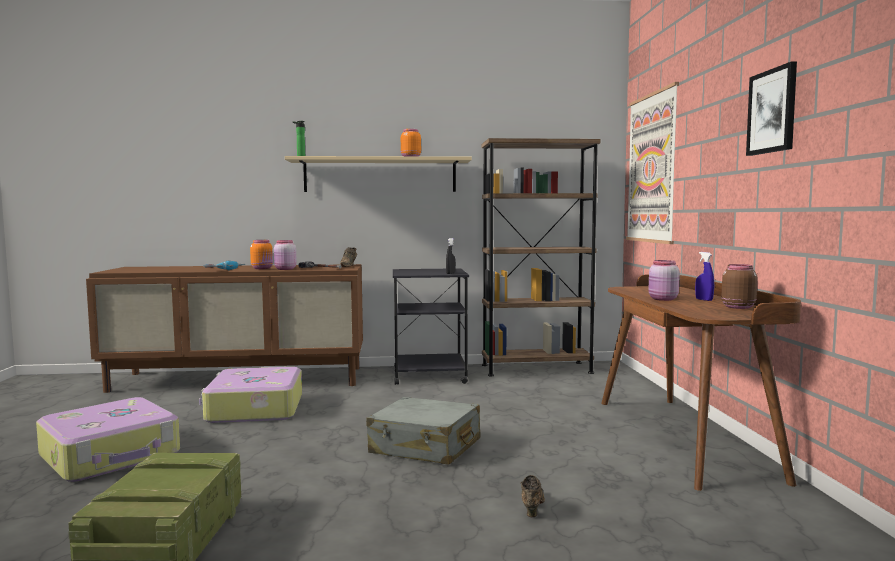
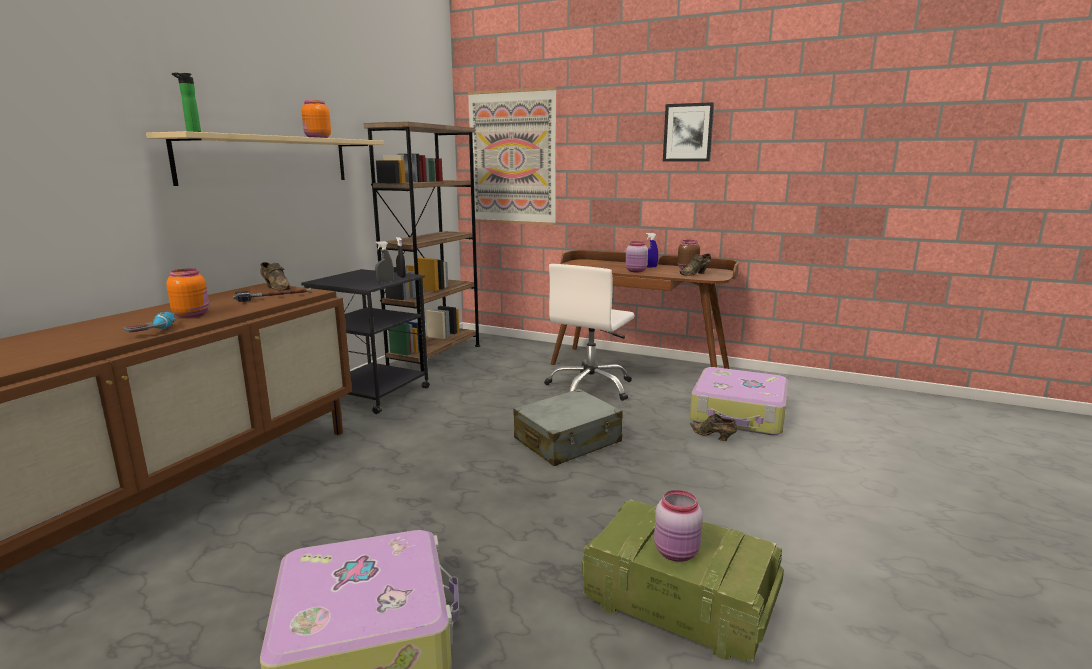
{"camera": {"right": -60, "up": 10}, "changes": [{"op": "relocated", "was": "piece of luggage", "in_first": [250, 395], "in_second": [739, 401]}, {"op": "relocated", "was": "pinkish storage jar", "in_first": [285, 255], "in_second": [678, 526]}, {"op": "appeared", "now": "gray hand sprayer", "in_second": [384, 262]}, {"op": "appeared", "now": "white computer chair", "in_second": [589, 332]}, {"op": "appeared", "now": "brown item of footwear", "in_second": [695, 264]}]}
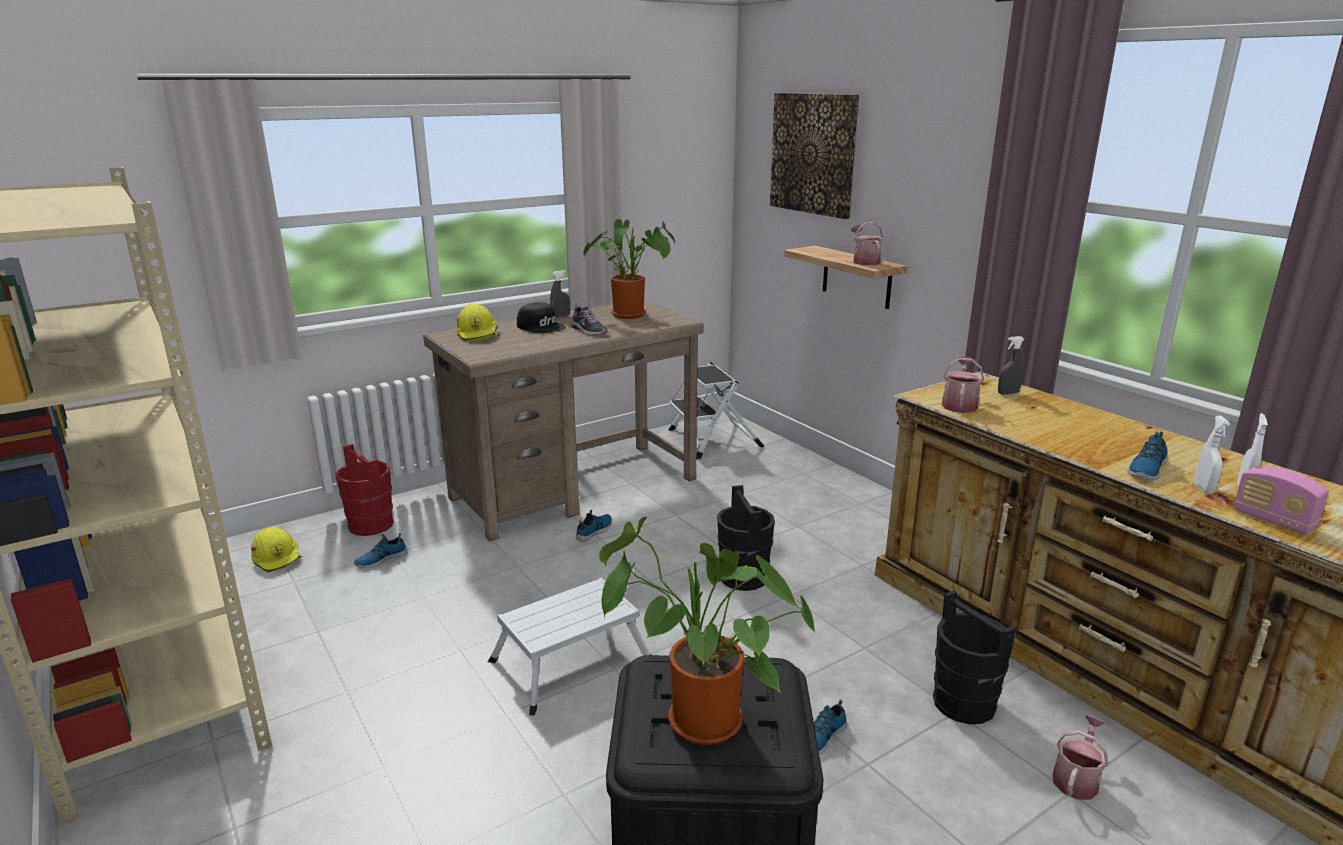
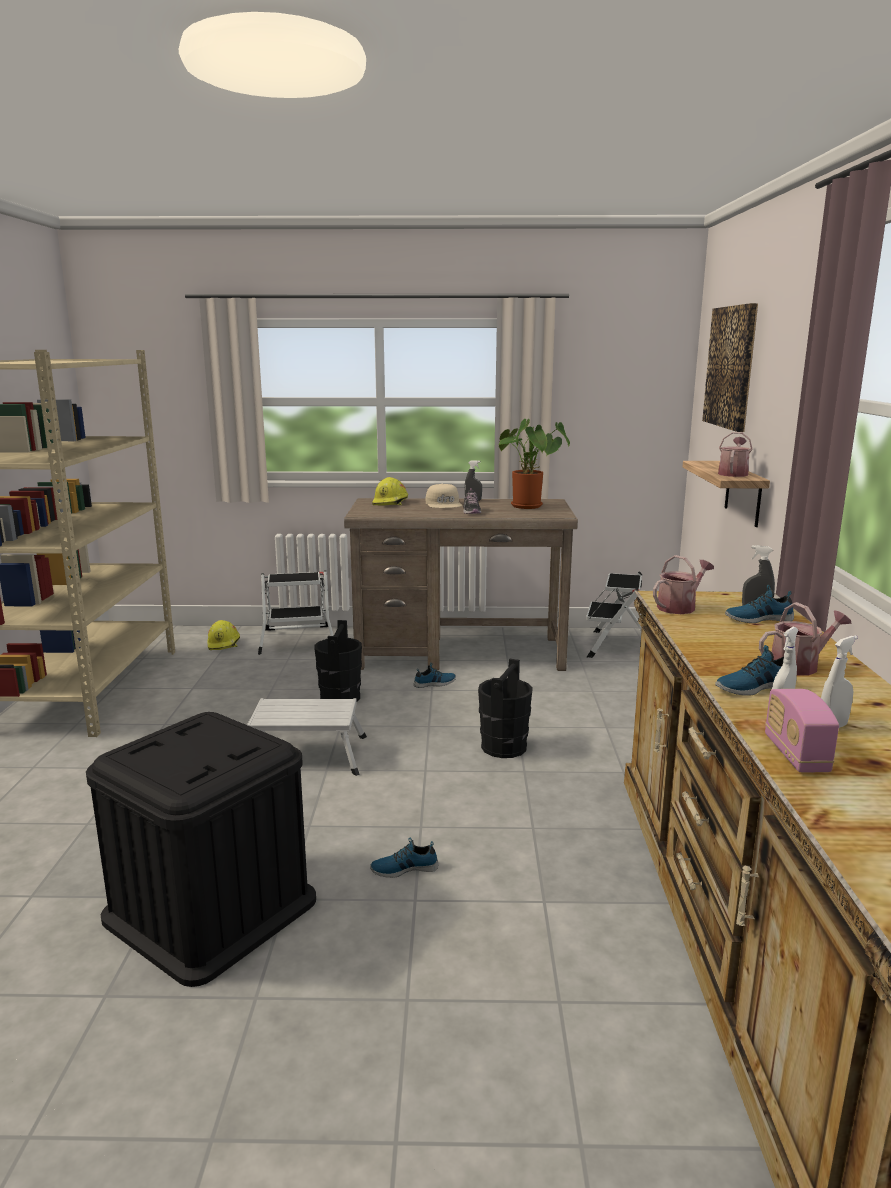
{"camera": {"right": 35, "up": -5}, "changes": [{"op": "exchanged", "was": "red bucket", "now": "stepladder", "in_first": [365, 490], "in_second": [296, 612]}, {"op": "relocated", "was": "item of footwear", "in_first": [380, 550], "in_second": [759, 604]}, {"op": "colour", "was": "blackish cap", "now": "beige cap", "in_first": [541, 317], "in_second": [444, 496]}, {"op": "missing", "was": "potted plant", "in_first": [707, 630]}, {"op": "relocated", "was": "blackish bucket", "in_first": [974, 657], "in_second": [338, 660]}, {"op": "relocated", "was": "watering can", "in_first": [1080, 757], "in_second": [805, 638]}]}
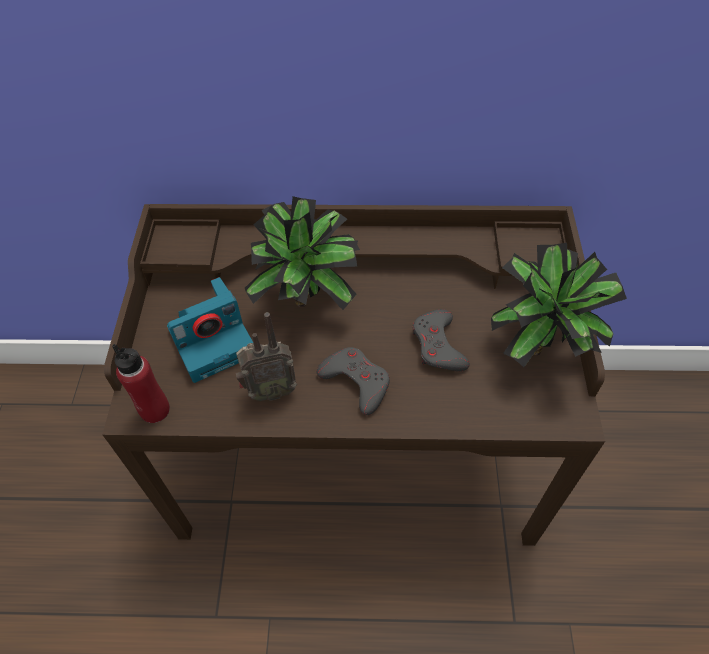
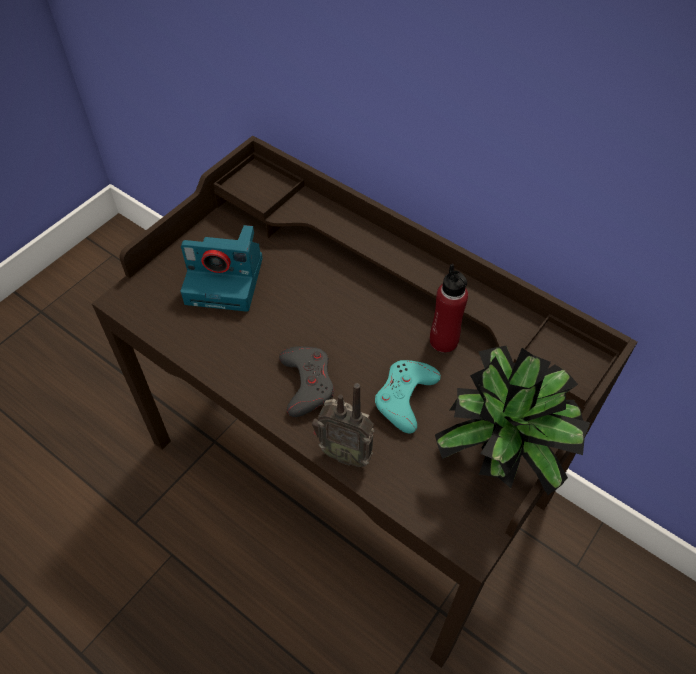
{"camera": {"right": 35, "up": 0}, "changes": [{"op": "relocated", "was": "red bottle", "in_first": [141, 383], "in_second": [449, 308]}, {"op": "relocated", "was": "radio set", "in_first": [266, 356], "in_second": [343, 425]}, {"op": "missing", "was": "potted plant", "in_first": [302, 253]}, {"op": "colour", "was": "gray gamepad", "now": "turquoise-coloured gamepad", "in_first": [441, 340], "in_second": [408, 397]}]}
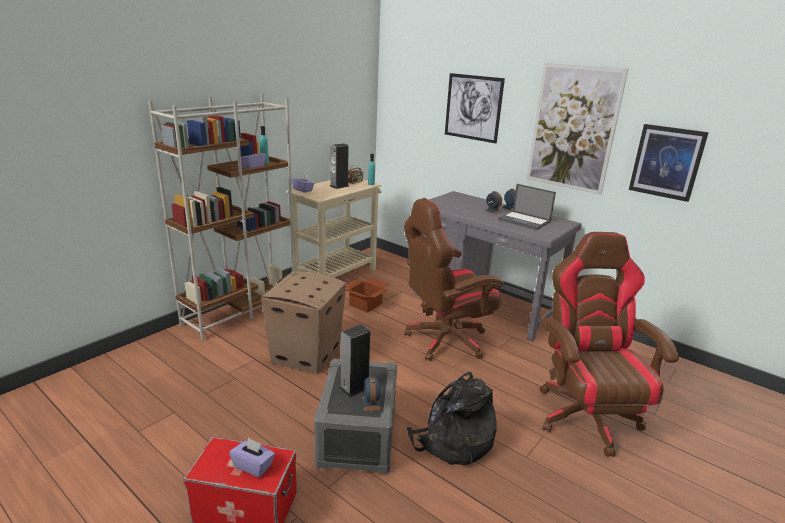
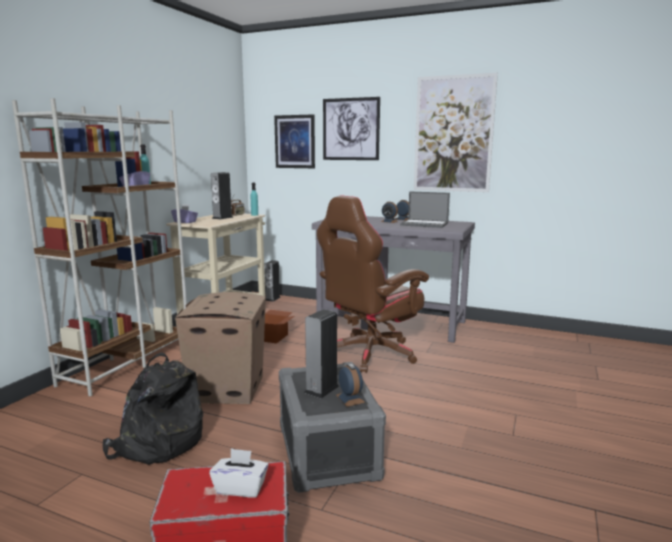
{"camera": {"right": -15, "up": -10}, "changes": [{"op": "colour", "was": "purple tissue box", "now": "white tissue box", "in_first": [252, 457], "in_second": [239, 472]}, {"op": "relocated", "was": "blackish rucksack", "in_first": [452, 418], "in_second": [153, 409]}, {"op": "missing", "was": "brown computer chair", "in_first": [609, 344]}, {"op": "relocated", "was": "picture", "in_first": [669, 163], "in_second": [294, 141]}, {"op": "appeared", "now": "loudspeaker", "in_second": [273, 281]}]}
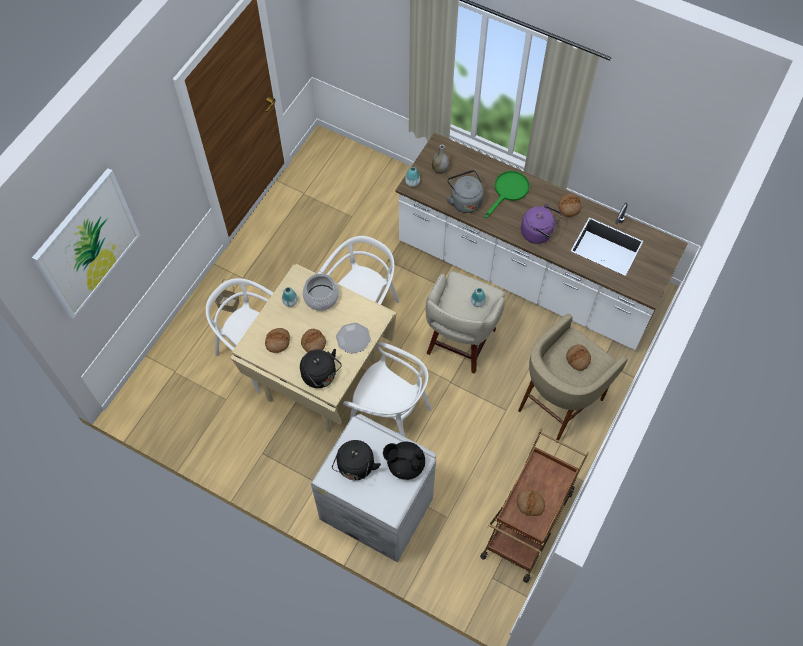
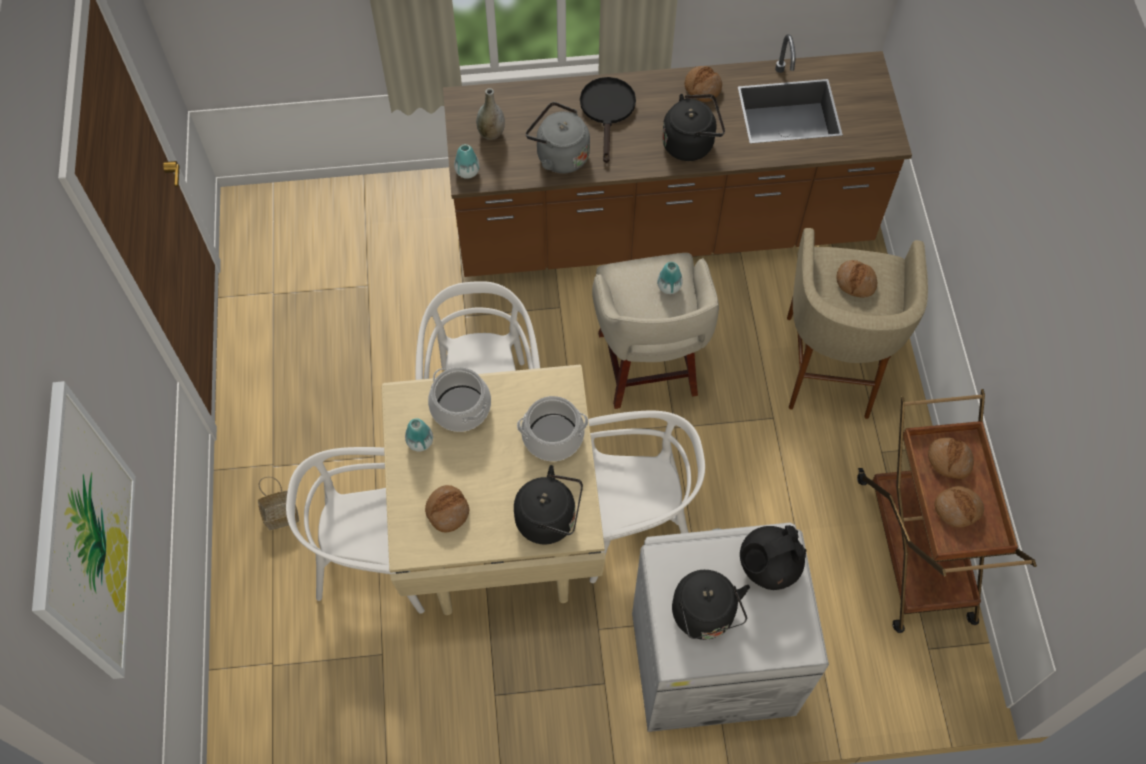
{"camera": {"right": -35, "up": 0}, "changes": [{"op": "relocated", "was": "bread", "in_first": [313, 341], "in_second": [951, 458]}, {"op": "exchanged", "was": "plate", "now": "cooking pot", "in_first": [353, 338], "in_second": [552, 428]}, {"op": "colour", "was": "white counter", "now": "brown counter", "in_first": [541, 241], "in_second": [677, 155]}, {"op": "colour", "was": "green-coloured pan", "now": "blackish pan", "in_first": [507, 194], "in_second": [608, 120]}, {"op": "colour", "was": "purple water kettle", "now": "blackish water kettle", "in_first": [541, 223], "in_second": [693, 127]}]}
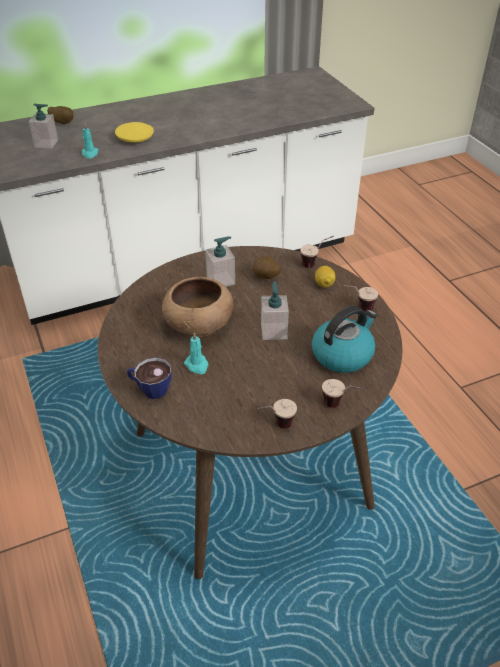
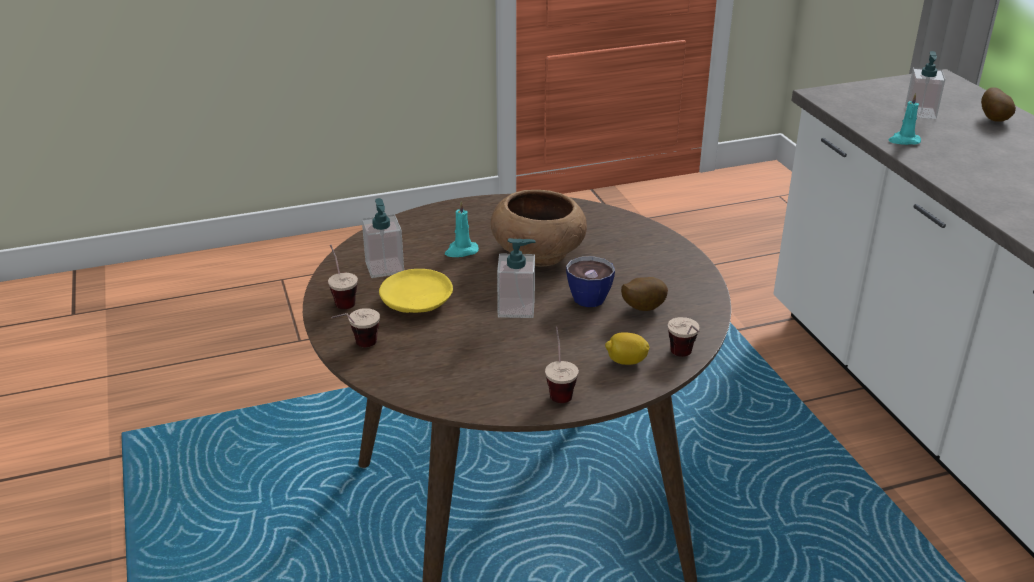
{"camera": {"right": 95, "up": -10}, "changes": [{"op": "relocated", "was": "yellowish plate", "in_first": [134, 132], "in_second": [416, 291]}, {"op": "relocated", "was": "cup", "in_first": [149, 378], "in_second": [590, 281]}, {"op": "relocated", "was": "liquid soap bottle", "in_first": [220, 261], "in_second": [383, 238]}, {"op": "missing", "was": "water kettle", "in_first": [344, 339]}]}
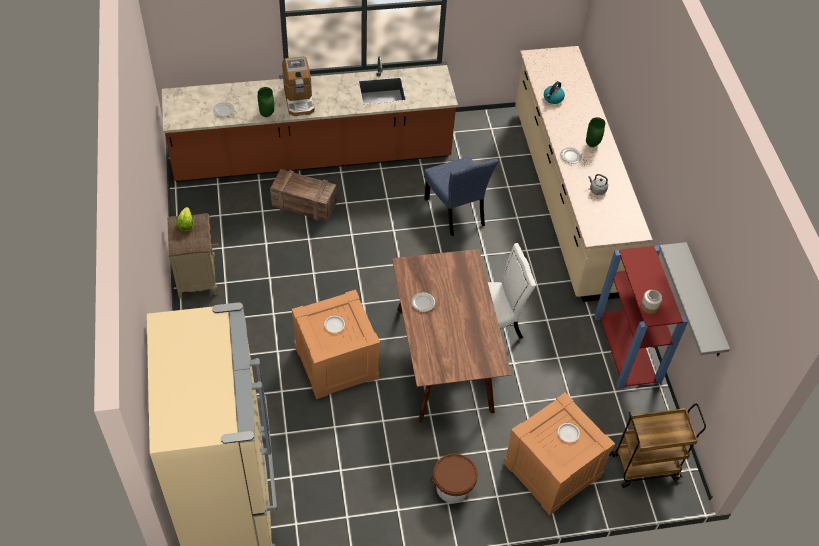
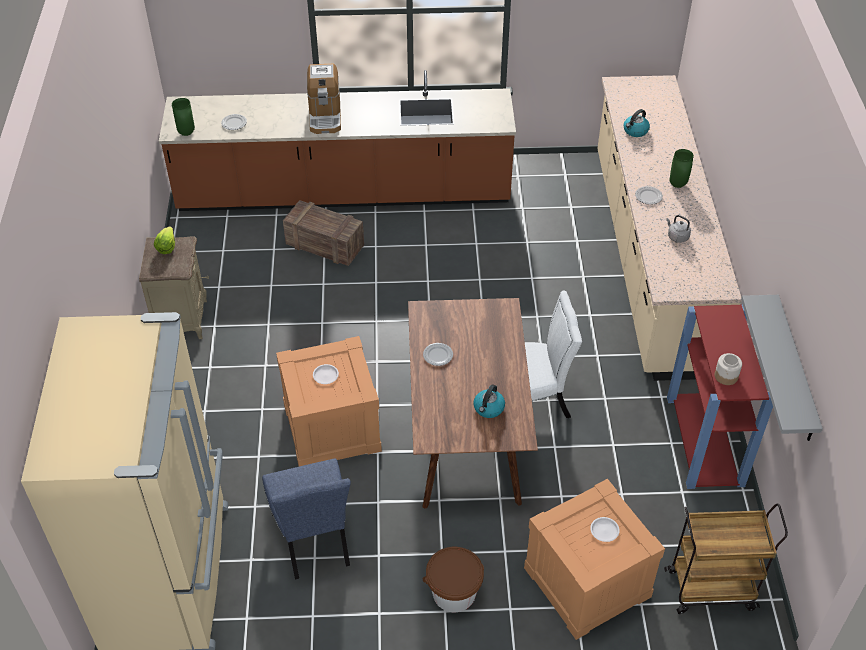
{"camera": {"right": 10, "up": -5}, "changes": [{"op": "relocated", "was": "green-coloured flower vase", "in_first": [266, 102], "in_second": [183, 117]}, {"op": "relocated", "was": "blue-coloured plain chair", "in_first": [461, 196], "in_second": [306, 519]}, {"op": "appeared", "now": "water kettle", "in_second": [489, 401]}]}
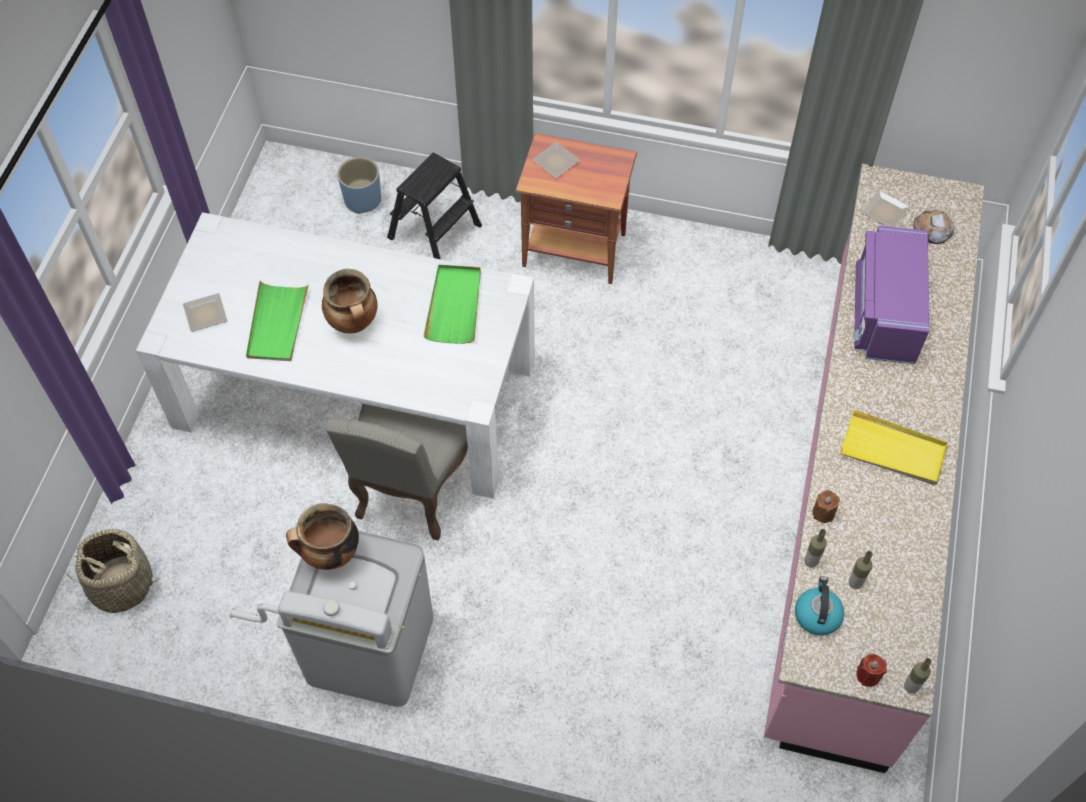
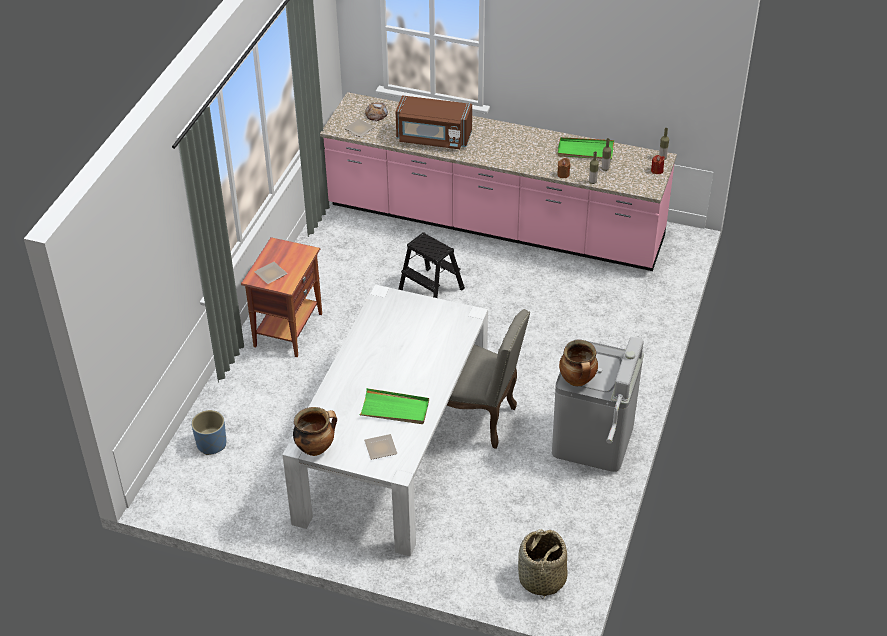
{"camera": {"right": -85, "up": -15}, "changes": [{"op": "relocated", "was": "cooking pot", "in_first": [349, 301], "in_second": [315, 431]}, {"op": "relocated", "was": "blackish stepladder", "in_first": [434, 205], "in_second": [431, 265]}, {"op": "relocated", "was": "green-coloured carrying tray", "in_first": [452, 304], "in_second": [585, 148]}, {"op": "missing", "was": "water kettle", "in_first": [819, 605]}, {"op": "missing", "was": "yellowish carrying tray", "in_first": [894, 447]}, {"op": "colour", "was": "purple kitchen microwave", "now": "brown kitchen microwave", "in_first": [891, 294], "in_second": [433, 122]}]}
